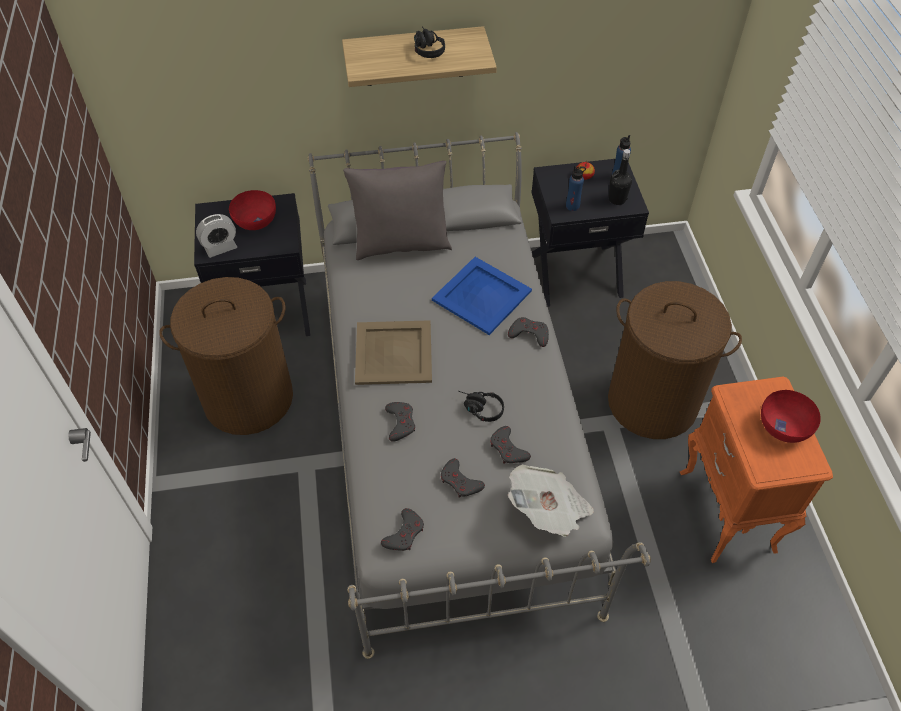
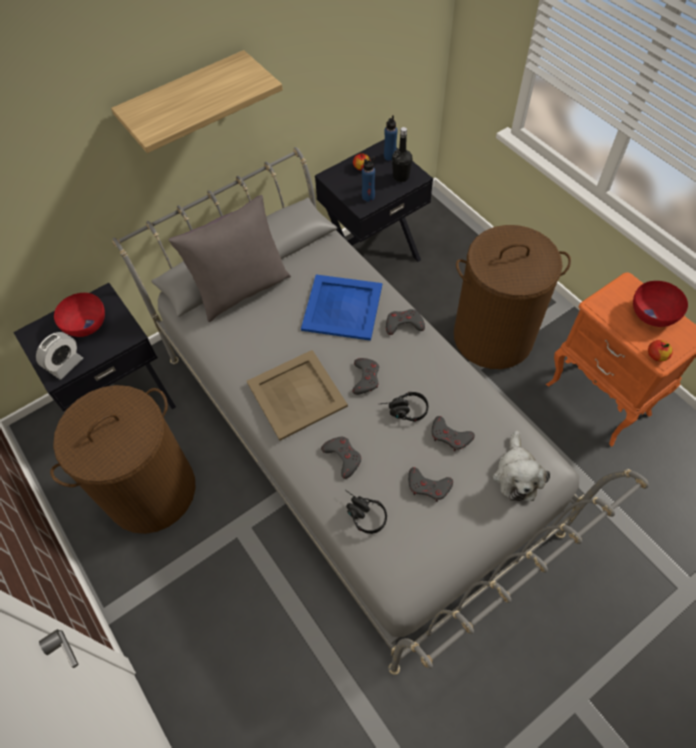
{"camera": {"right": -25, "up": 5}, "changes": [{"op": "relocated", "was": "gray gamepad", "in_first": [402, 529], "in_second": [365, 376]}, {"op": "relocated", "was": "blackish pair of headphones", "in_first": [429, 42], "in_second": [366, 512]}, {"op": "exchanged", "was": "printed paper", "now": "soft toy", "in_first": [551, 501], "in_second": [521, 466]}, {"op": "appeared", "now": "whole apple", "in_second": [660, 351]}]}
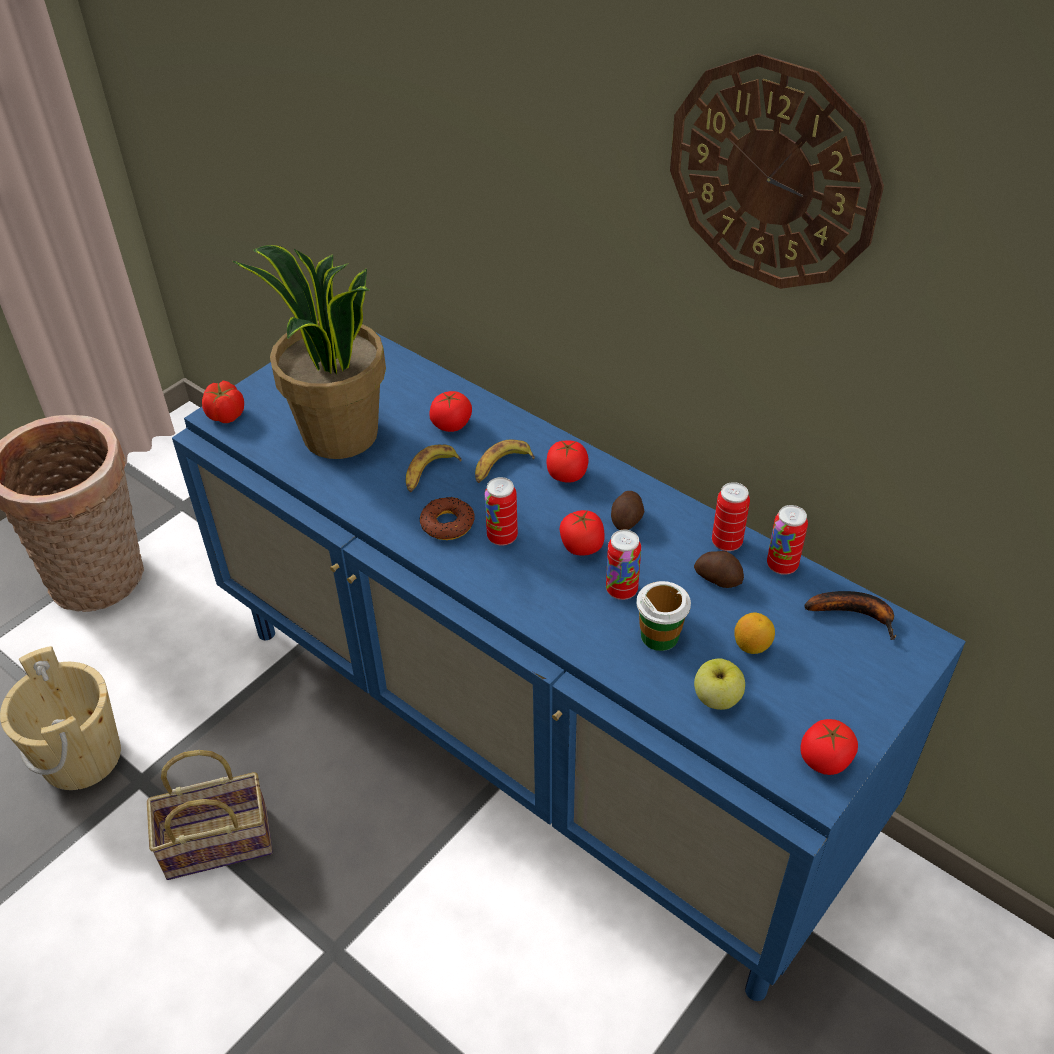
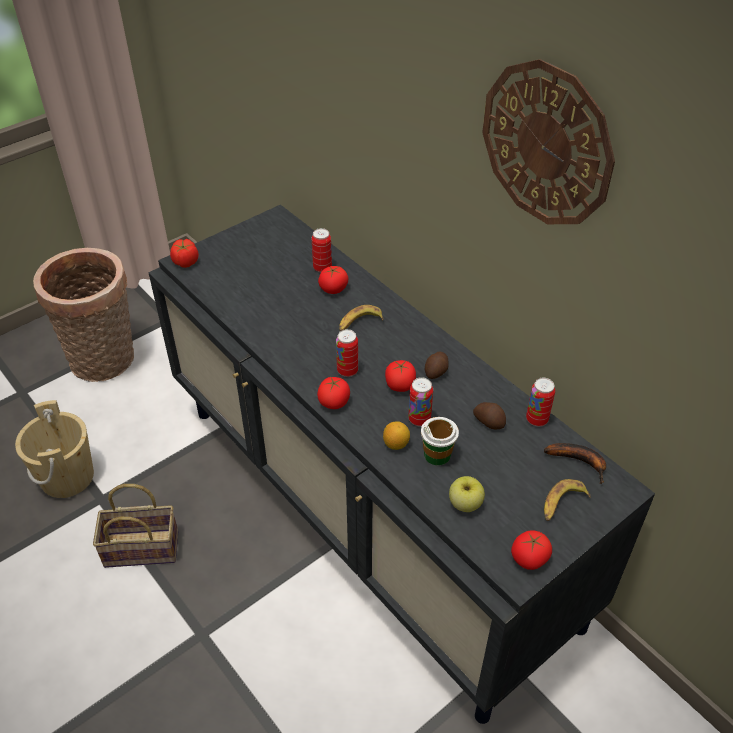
{"camera": {"right": 10, "up": 0}, "changes": [{"op": "colour", "was": "blue-coloured storage cabinet", "now": "blackish storage cabinet", "in_first": [569, 666], "in_second": [402, 464]}, {"op": "missing", "was": "potted plant", "in_first": [309, 352]}, {"op": "relocated", "was": "whole banana", "in_first": [434, 468], "in_second": [567, 500]}, {"op": "missing", "was": "donut", "in_first": [447, 518]}, {"op": "relocated", "was": "tomato", "in_first": [567, 461], "in_second": [333, 392]}, {"op": "relocated", "was": "metal can", "in_first": [731, 516], "in_second": [322, 250]}, {"op": "relocated", "was": "lemon", "in_first": [754, 633], "in_second": [396, 435]}]}
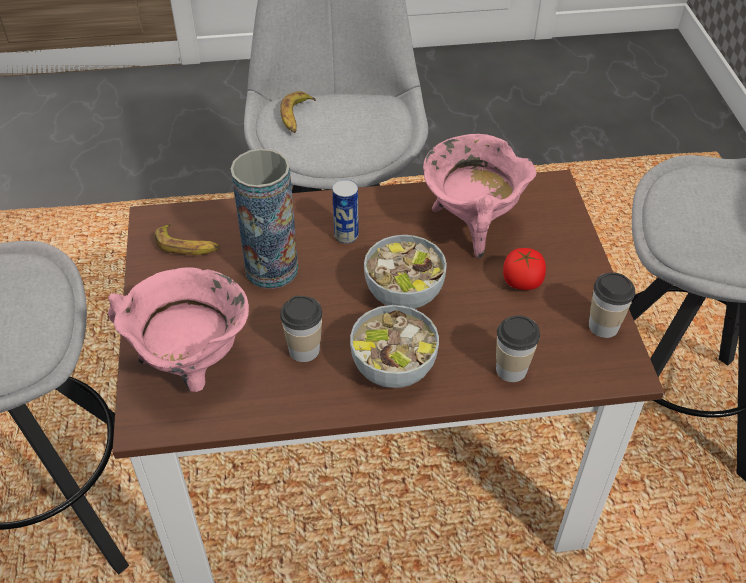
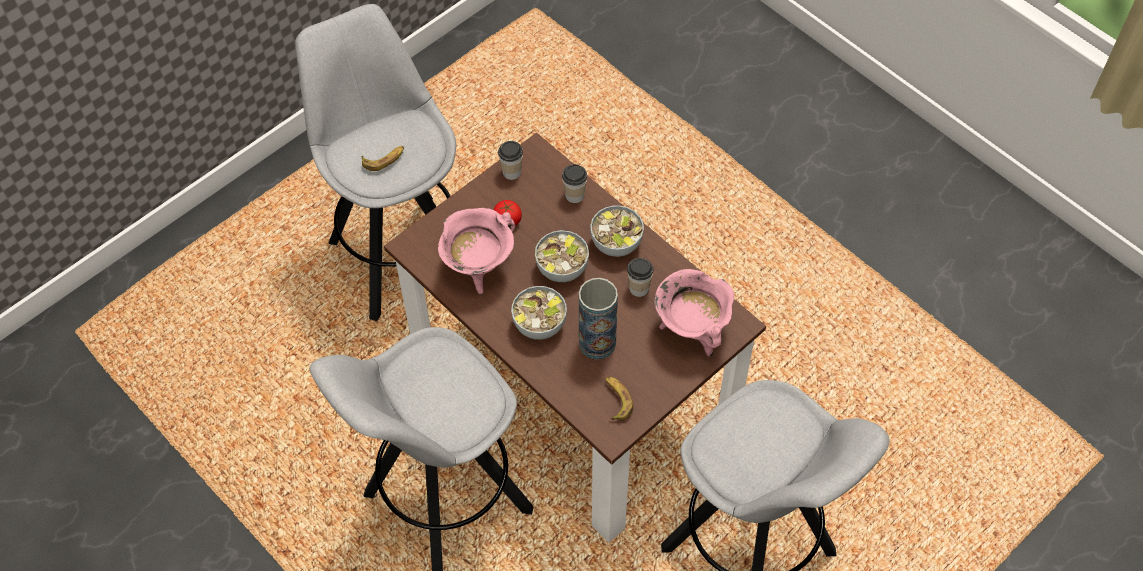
{"camera": {"right": -125, "up": 10}, "changes": [{"op": "relocated", "was": "whole banana", "in_first": [298, 112], "in_second": [383, 158]}, {"op": "exchanged", "was": "metal can", "now": "deep dish", "in_first": [345, 211], "in_second": [539, 313]}]}
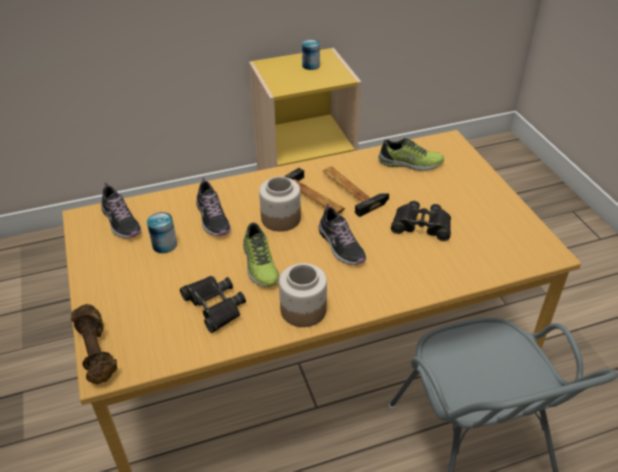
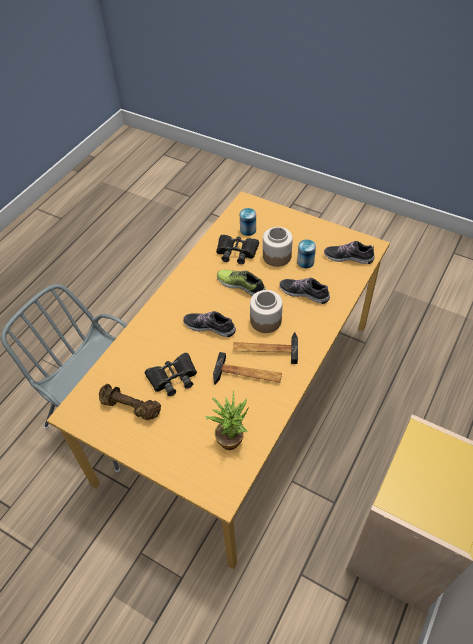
{"camera": {"right": 140, "up": 10}, "changes": [{"op": "relocated", "was": "brown dumbbell", "in_first": [94, 344], "in_second": [130, 402]}, {"op": "relocated", "was": "storage jar", "in_first": [303, 295], "in_second": [278, 247]}, {"op": "relocated", "was": "metal can", "in_first": [311, 54], "in_second": [248, 222]}, {"op": "exchanged", "was": "item of footwear", "now": "potted plant", "in_first": [411, 154], "in_second": [227, 420]}]}
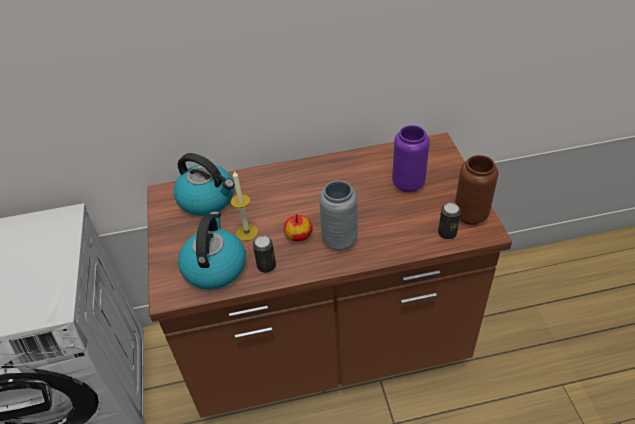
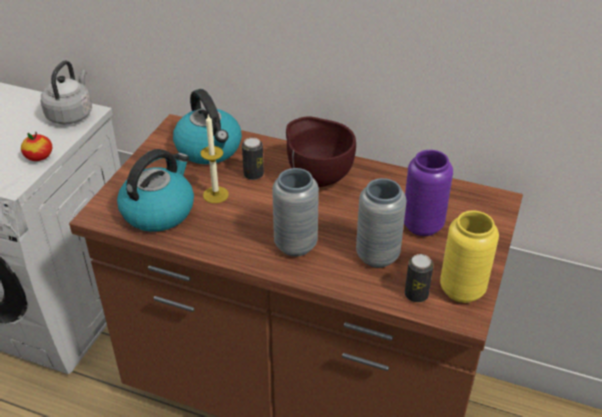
{"camera": {"right": 30, "up": -5}, "changes": [{"op": "relocated", "was": "metal can", "in_first": [264, 254], "in_second": [253, 158]}, {"op": "relocated", "was": "whole apple", "in_first": [298, 228], "in_second": [36, 146]}, {"op": "colour", "was": "brown flower vase", "now": "yellowish flower vase", "in_first": [477, 190], "in_second": [469, 257]}, {"op": "appeared", "now": "gray water kettle", "in_second": [66, 92]}, {"op": "appeared", "now": "brown deep dish", "in_second": [321, 151]}, {"op": "appeared", "now": "gray flower vase", "in_second": [381, 223]}]}
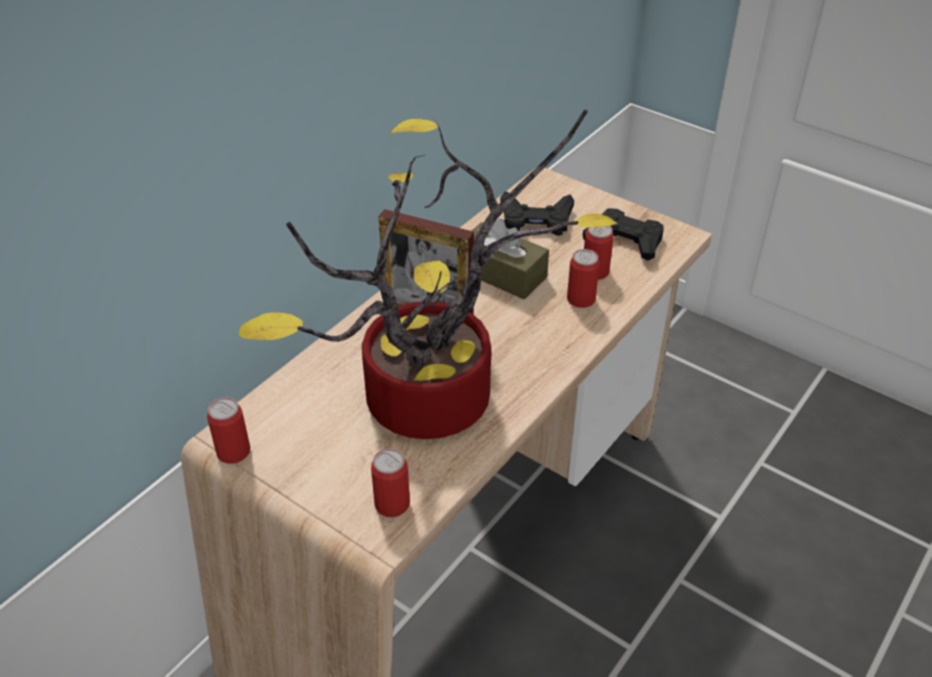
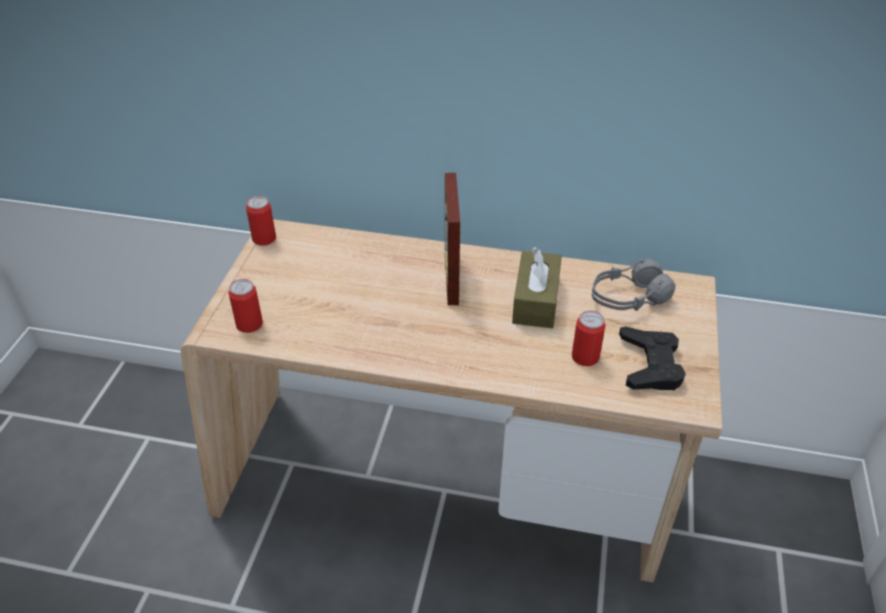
{"camera": {"right": 65, "up": 0}, "changes": [{"op": "missing", "was": "potted plant", "in_first": [428, 274]}, {"op": "exchanged", "was": "blackish gamepad", "now": "gray pair of headphones", "in_first": [537, 213], "in_second": [633, 285]}, {"op": "missing", "was": "metal can", "in_first": [583, 278]}]}
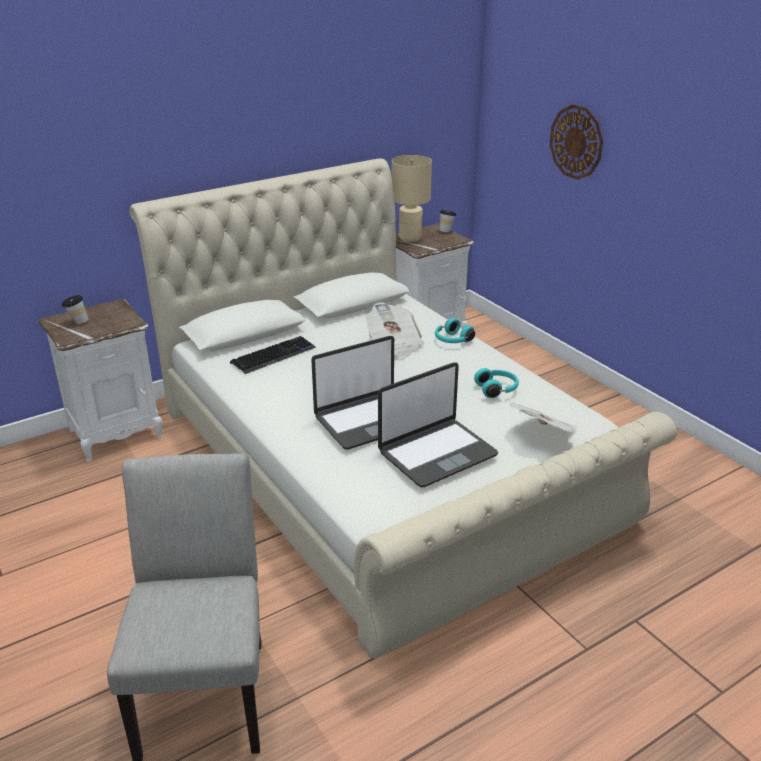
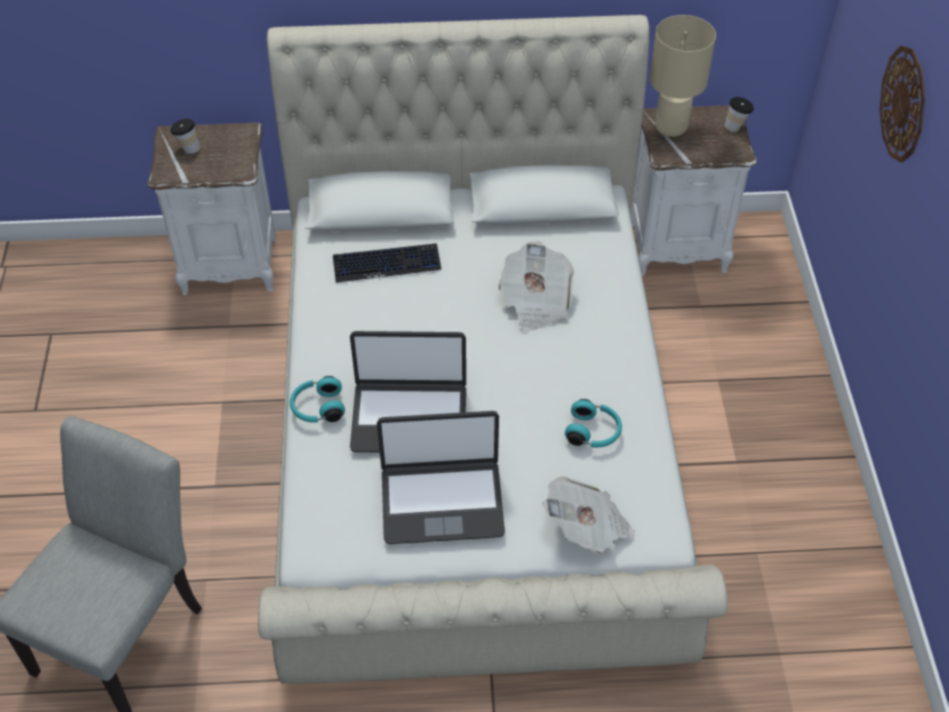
{"camera": {"right": 30, "up": 20}, "changes": [{"op": "relocated", "was": "turquoise-coloured pair of headphones", "in_first": [455, 330], "in_second": [317, 399]}]}
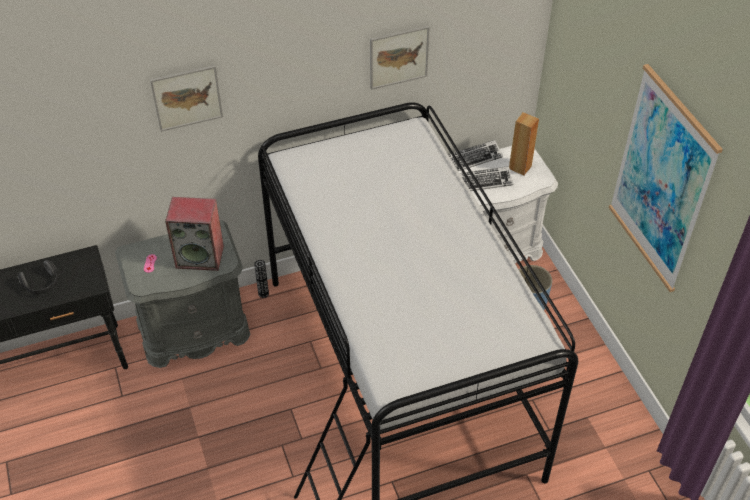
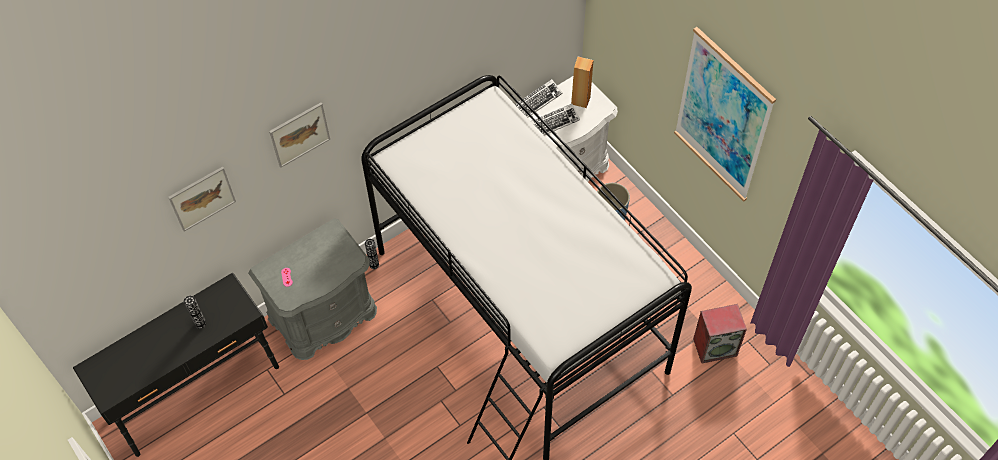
{"camera": {"right": -15, "up": 10}, "changes": [{"op": "exchanged", "was": "pair of headphones", "now": "flower vase", "in_first": [38, 277], "in_second": [195, 312]}, {"op": "relocated", "was": "loudspeaker", "in_first": [194, 234], "in_second": [720, 333]}, {"op": "relocated", "was": "picture", "in_first": [400, 57], "in_second": [202, 199]}]}
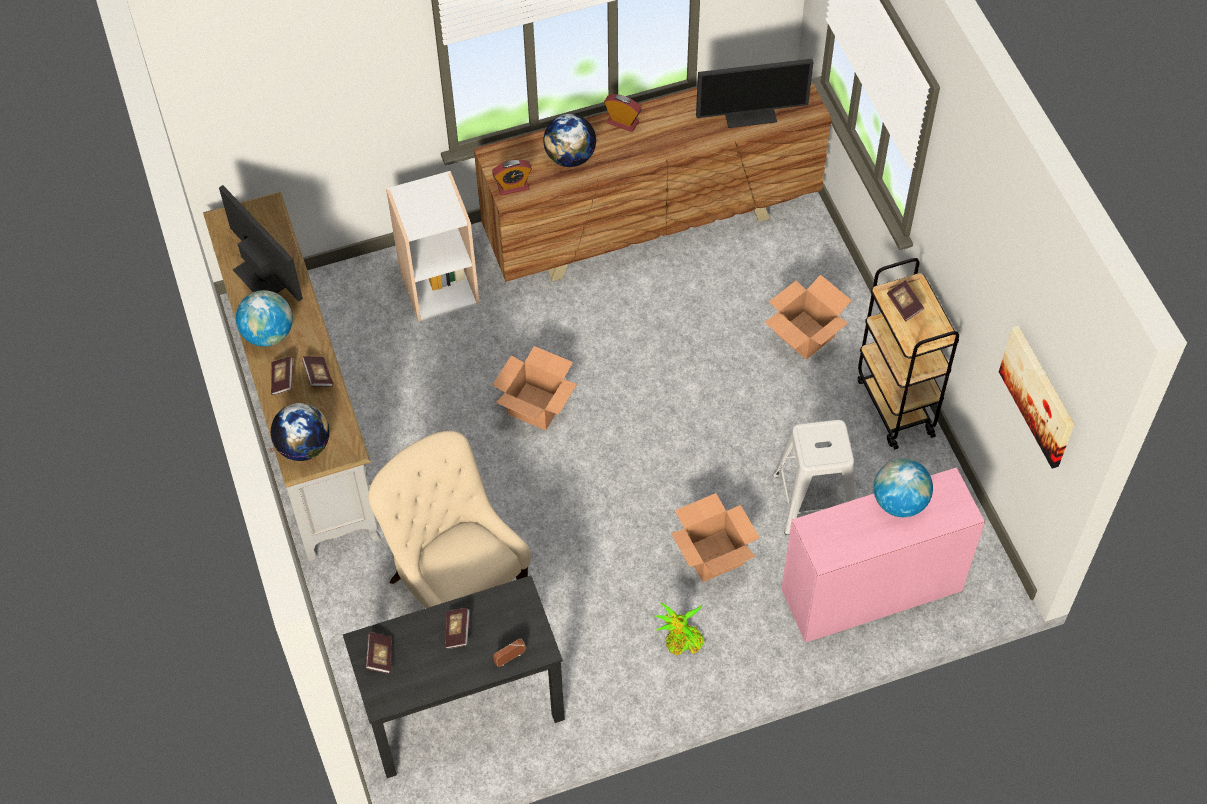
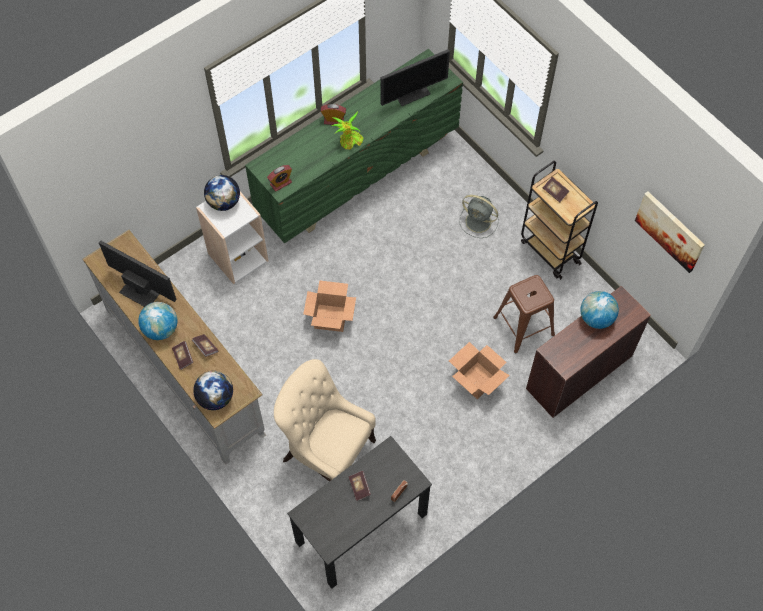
{"camera": {"right": -20, "up": 5}, "changes": [{"op": "missing", "was": "volume", "in_first": [379, 653]}, {"op": "colour", "was": "brown storage cabinet", "now": "green-coloured storage cabinet", "in_first": [653, 181], "in_second": [354, 146]}, {"op": "relocated", "was": "world globe", "in_first": [570, 140], "in_second": [222, 193]}, {"op": "relocated", "was": "potted plant", "in_first": [679, 629], "in_second": [347, 131]}, {"op": "exchanged", "was": "cardboard box", "now": "gray electric fan", "in_first": [808, 317], "in_second": [479, 216]}, {"op": "colour", "was": "white stool seat", "now": "brown stool seat", "in_first": [813, 477], "in_second": [524, 314]}, {"op": "colour", "was": "pinkish desk", "now": "brown desk", "in_first": [883, 555], "in_second": [588, 352]}]}
